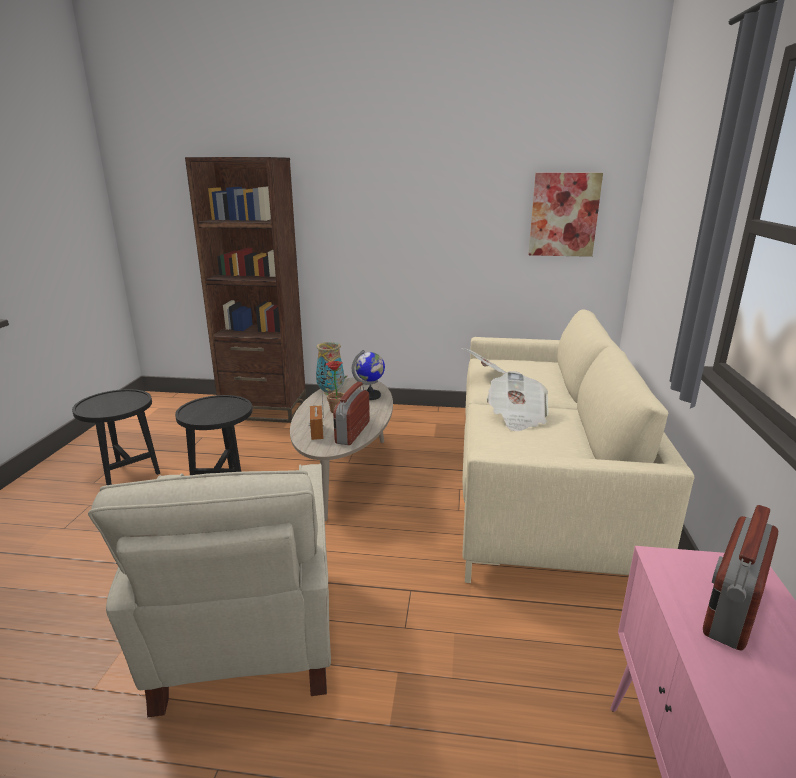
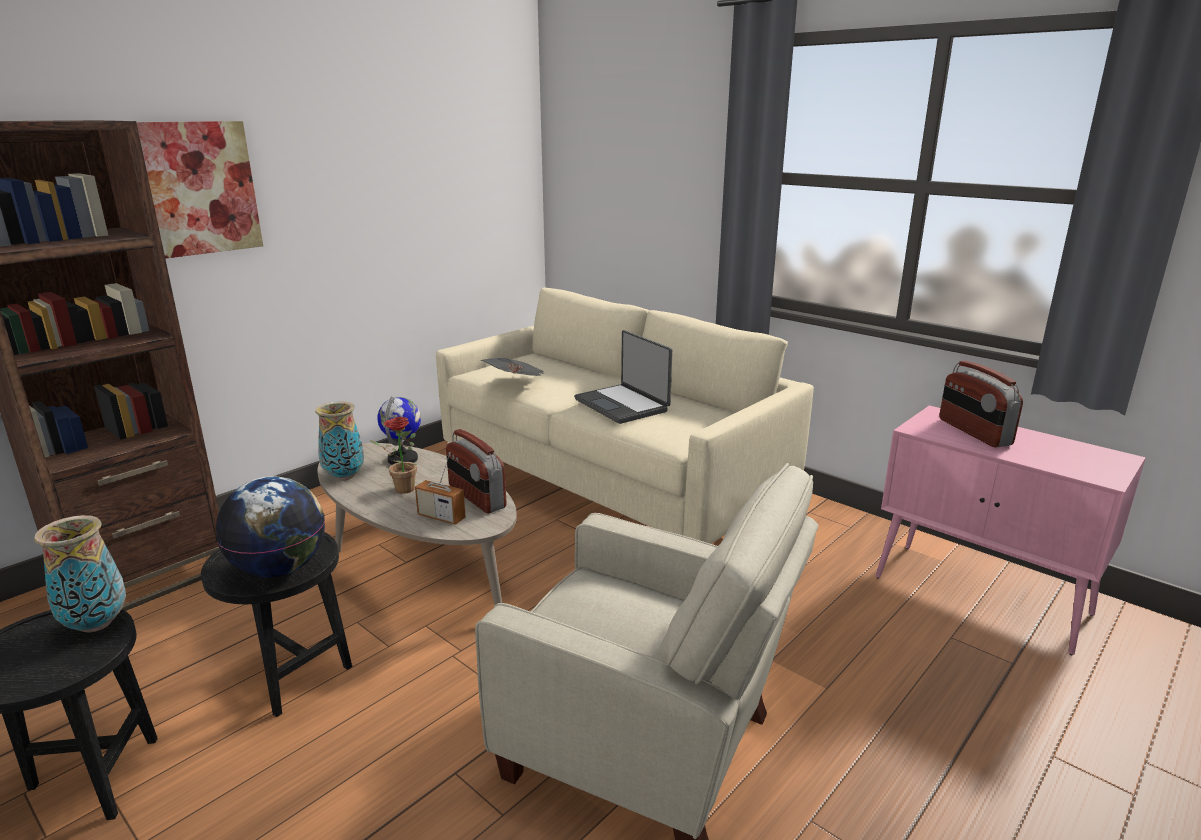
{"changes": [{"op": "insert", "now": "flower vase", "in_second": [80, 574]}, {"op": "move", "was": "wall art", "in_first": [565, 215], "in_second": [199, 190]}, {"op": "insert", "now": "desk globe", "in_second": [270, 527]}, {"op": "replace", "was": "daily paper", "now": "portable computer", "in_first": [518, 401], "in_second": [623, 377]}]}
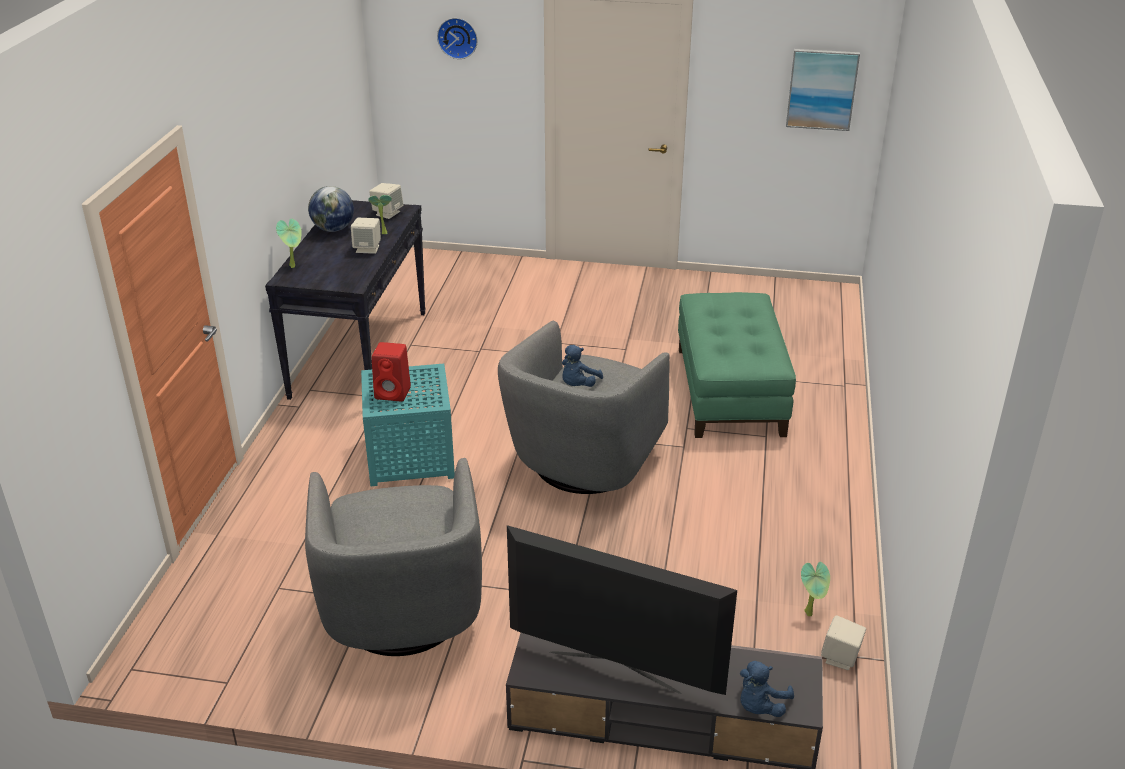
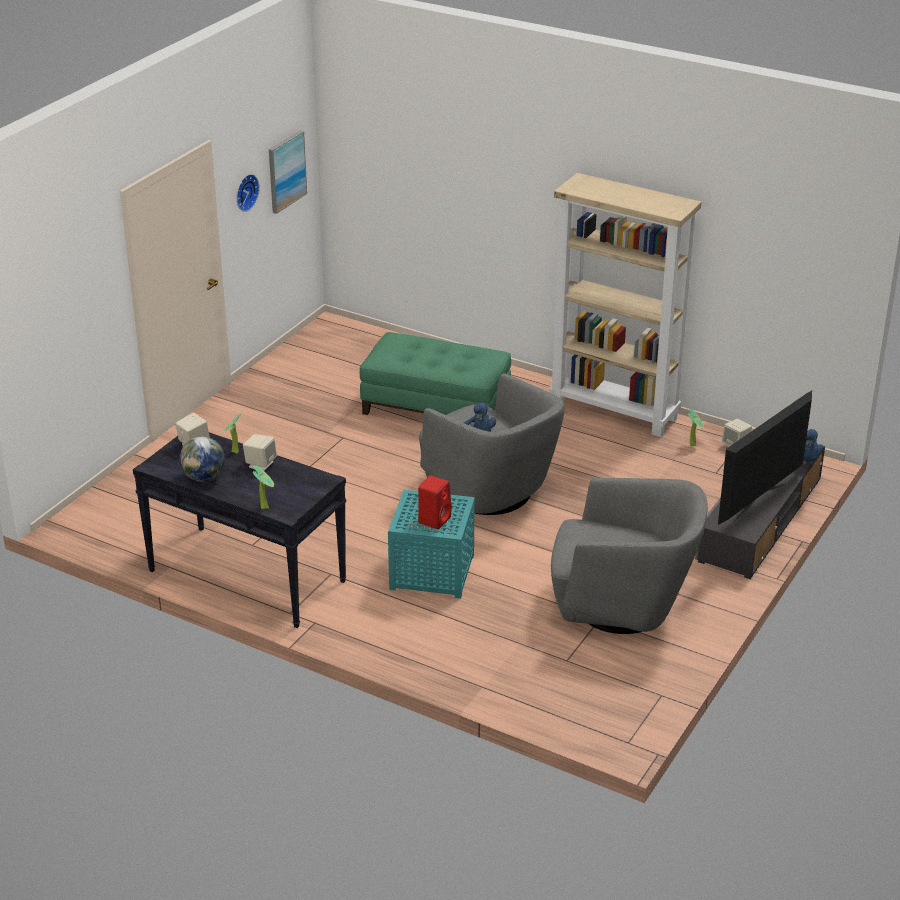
{"changes": [{"op": "move", "was": "clock on the wall", "in_first": [457, 38], "in_second": [248, 193]}, {"op": "insert", "now": "sand-coloured bookshelf", "in_second": [625, 305]}]}
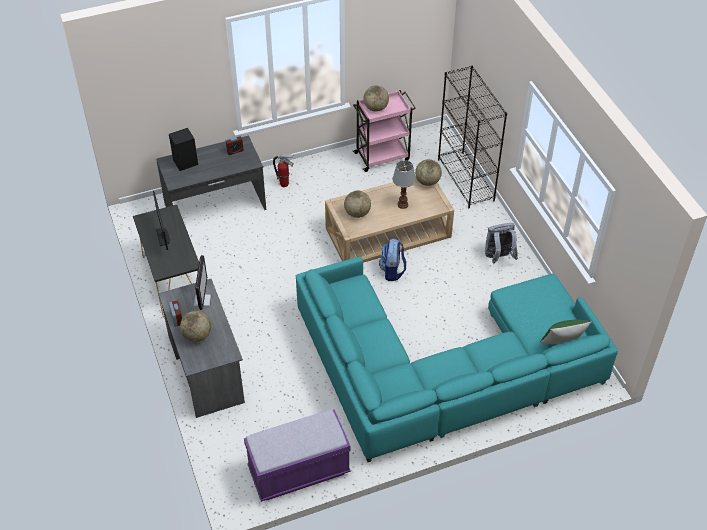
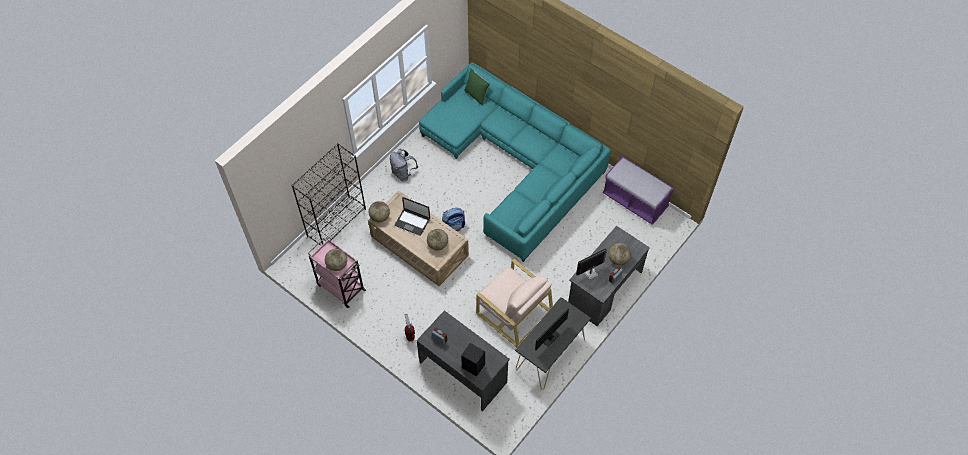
{"changes": [{"op": "replace", "was": "table lamp", "now": "portable computer", "in_first": [404, 184], "in_second": [412, 216]}, {"op": "insert", "now": "sand-coloured easy chair", "in_second": [514, 303]}]}
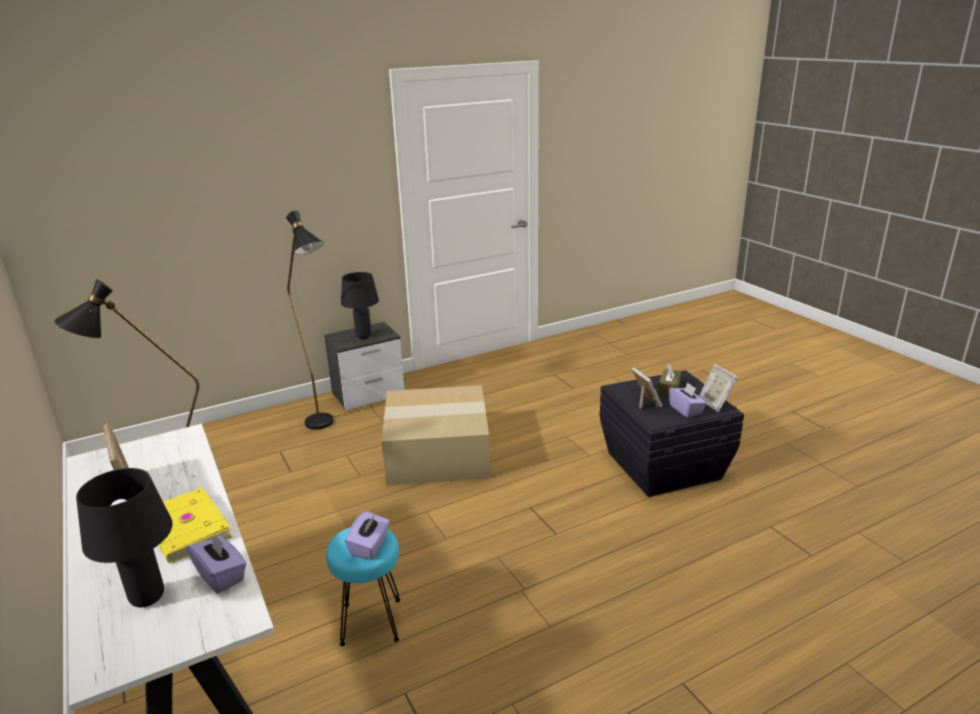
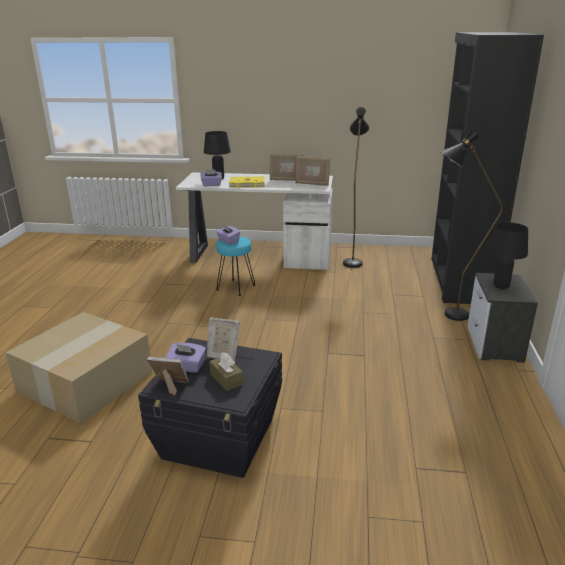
{"changes": [{"op": "move", "was": "cardboard box", "in_first": [435, 435], "in_second": [78, 367]}, {"op": "insert", "now": "photo frame", "in_second": [312, 171]}, {"op": "insert", "now": "black-coloured bookshelf", "in_second": [487, 168]}]}
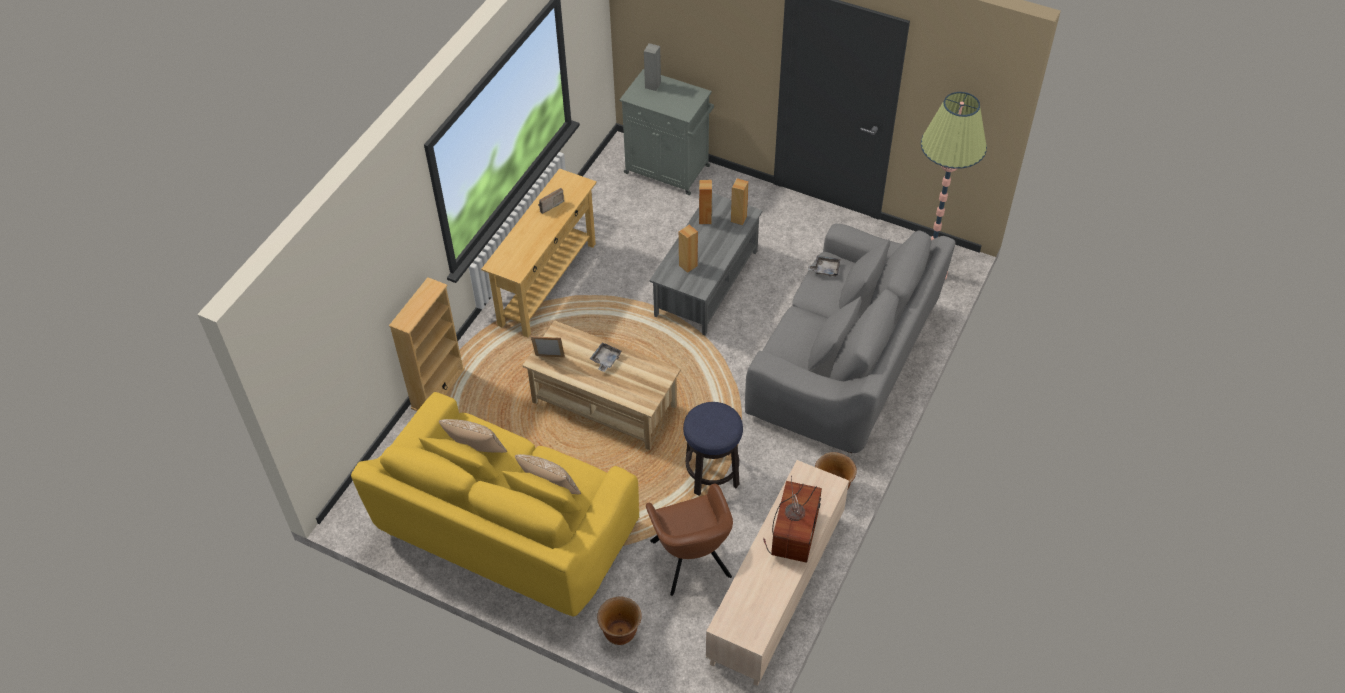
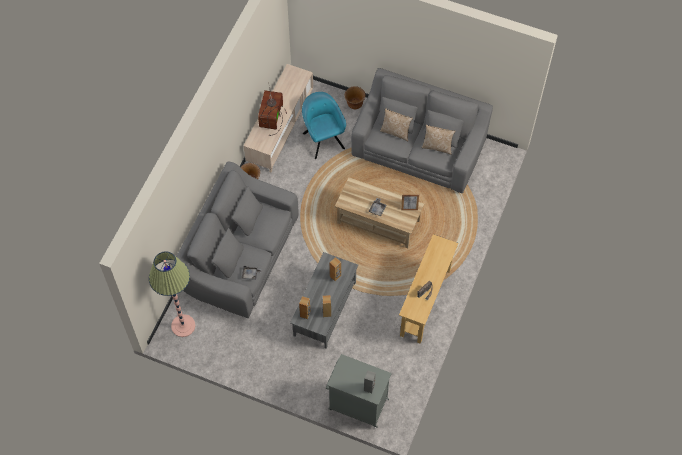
{"changes": [{"op": "recolor", "was": "brownish easy chair", "now": "turquoise-coloured easy chair", "in_first": [689, 540], "in_second": [324, 125]}, {"op": "recolor", "was": "yellowish sofa", "now": "grey sofa", "in_first": [495, 504], "in_second": [422, 130]}, {"op": "delete", "was": "sand-coloured bookshelf", "in_first": [427, 344]}, {"op": "delete", "was": "sitting stool", "in_first": [713, 449]}]}
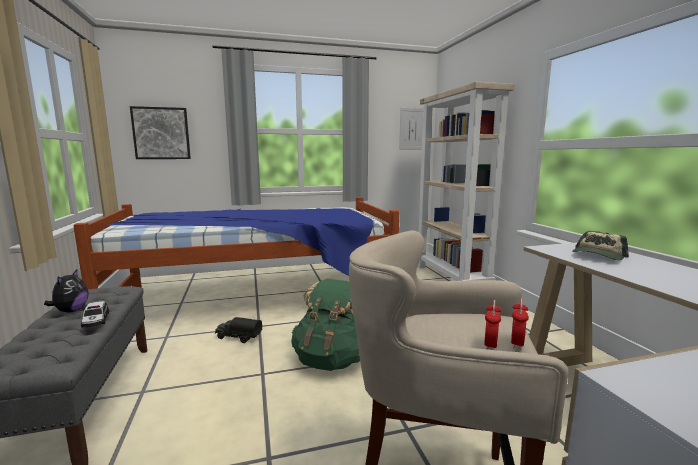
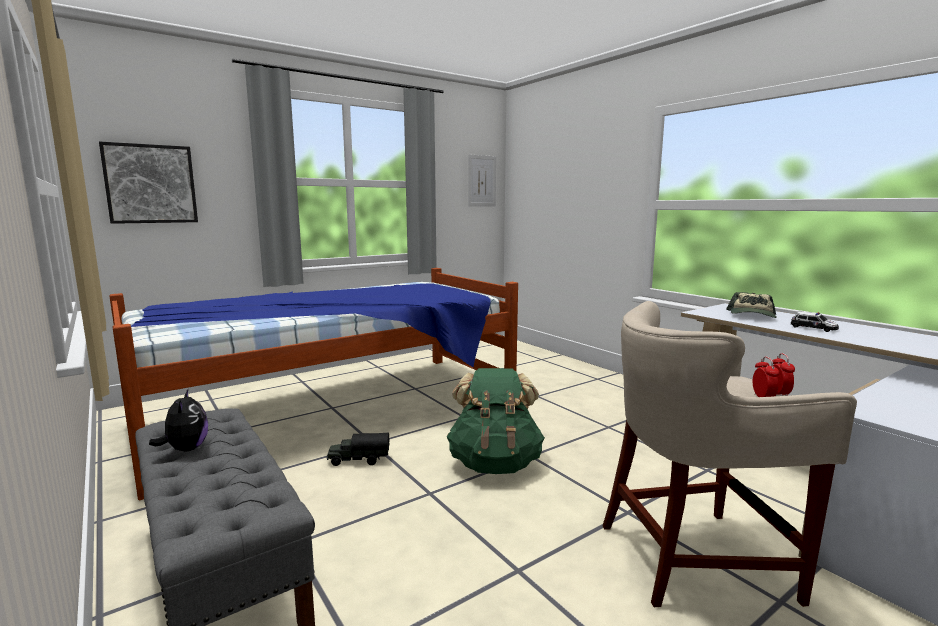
{"changes": [{"op": "move", "was": "miniature car", "in_first": [95, 314], "in_second": [815, 321]}, {"op": "delete", "was": "sand-coloured bookshelf", "in_first": [466, 181]}]}
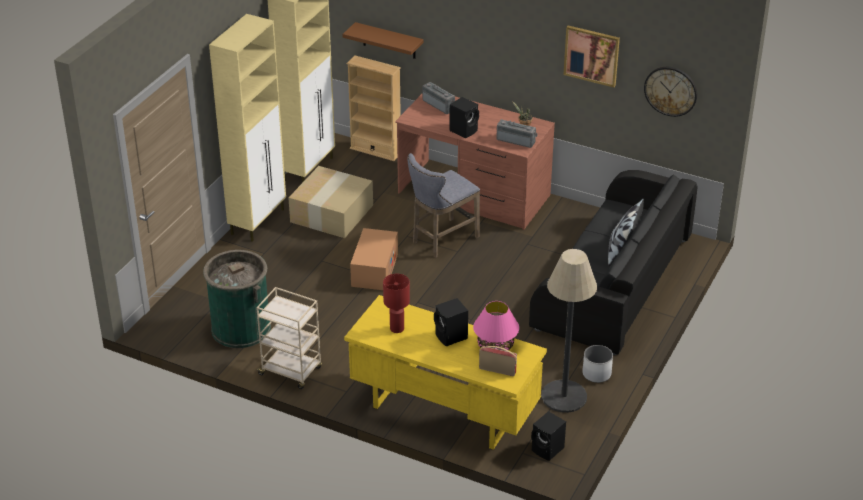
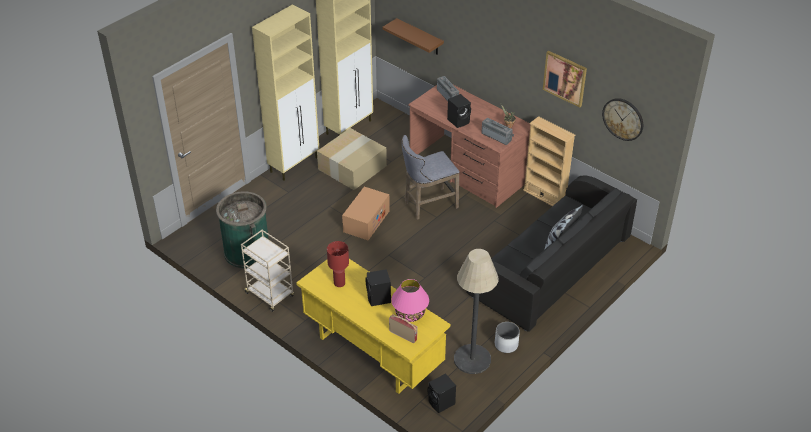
{"changes": [{"op": "move", "was": "sand-coloured bookshelf", "in_first": [373, 108], "in_second": [549, 161]}]}
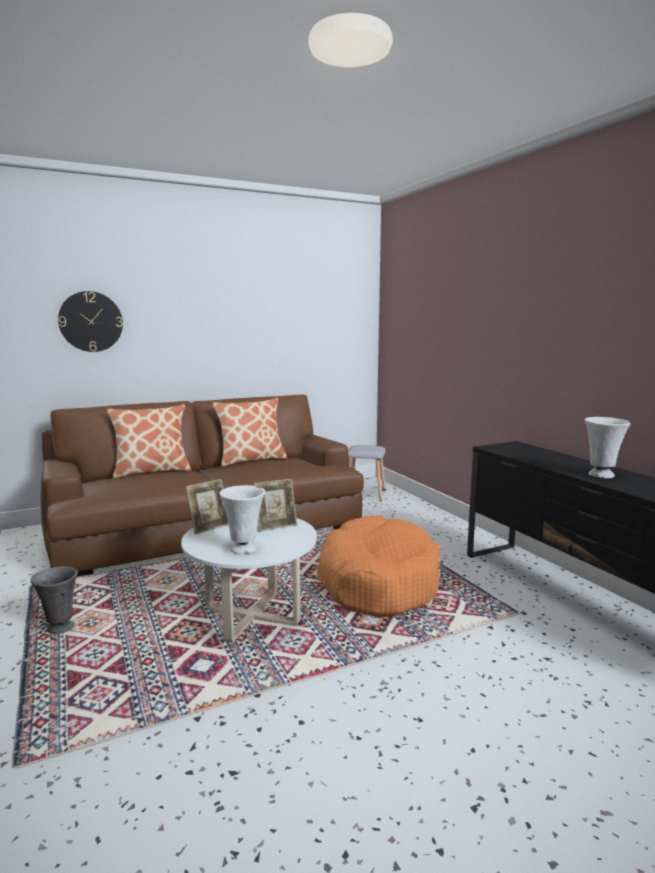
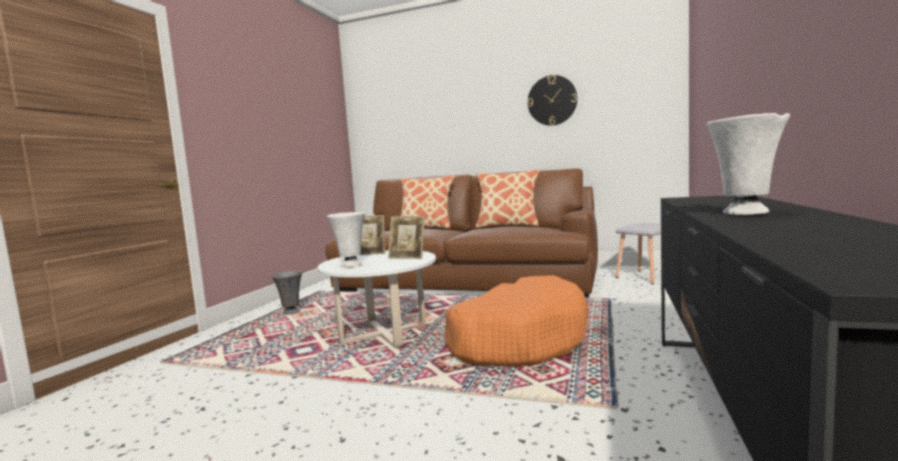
{"changes": [{"op": "move", "was": "clock on the wall", "in_first": [90, 321], "in_second": [552, 100]}]}
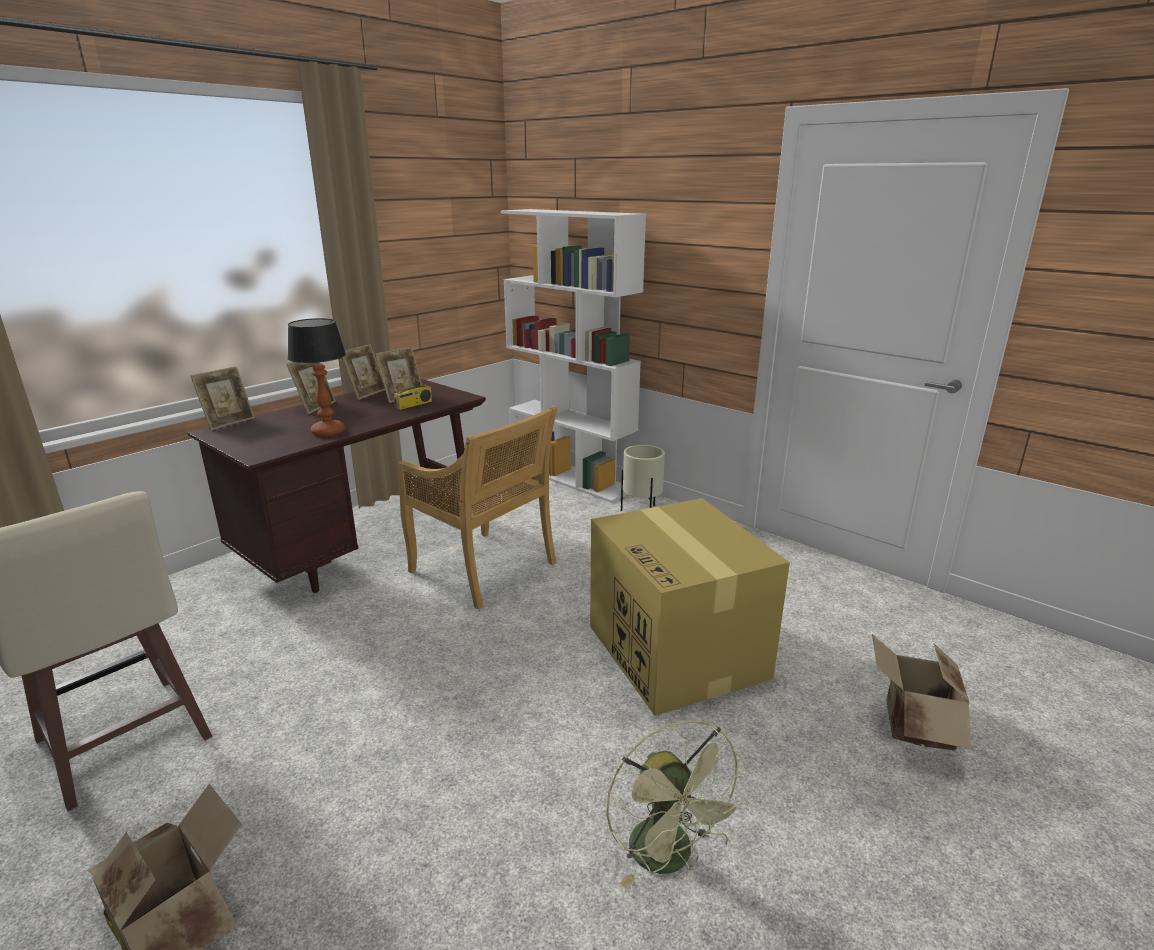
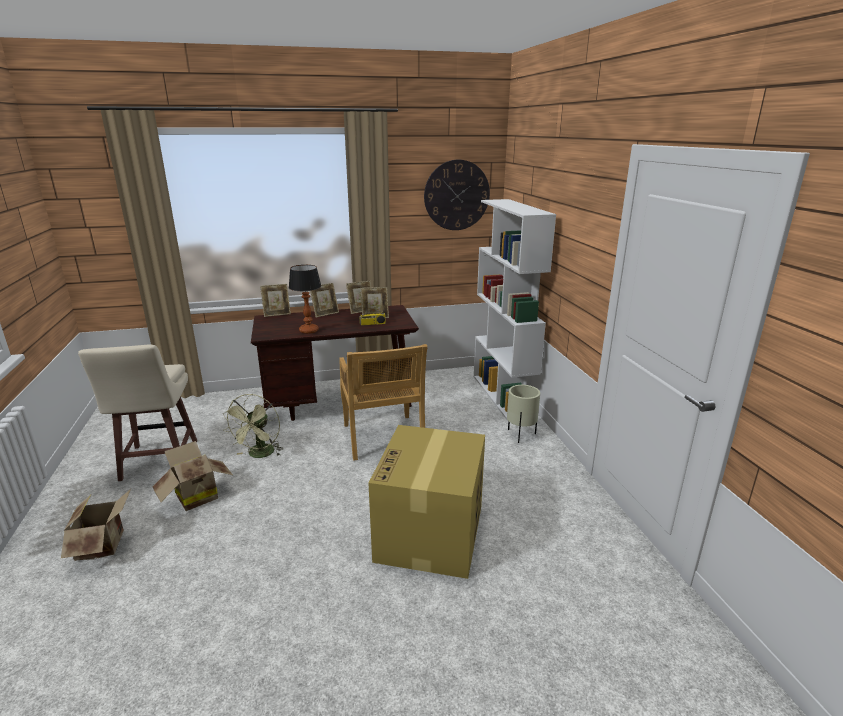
{"changes": [{"op": "move", "was": "cardboard box", "in_first": [921, 692], "in_second": [193, 476]}, {"op": "move", "was": "green-coloured electric fan", "in_first": [677, 804], "in_second": [253, 426]}, {"op": "insert", "now": "clock on the wall", "in_second": [457, 195]}]}
